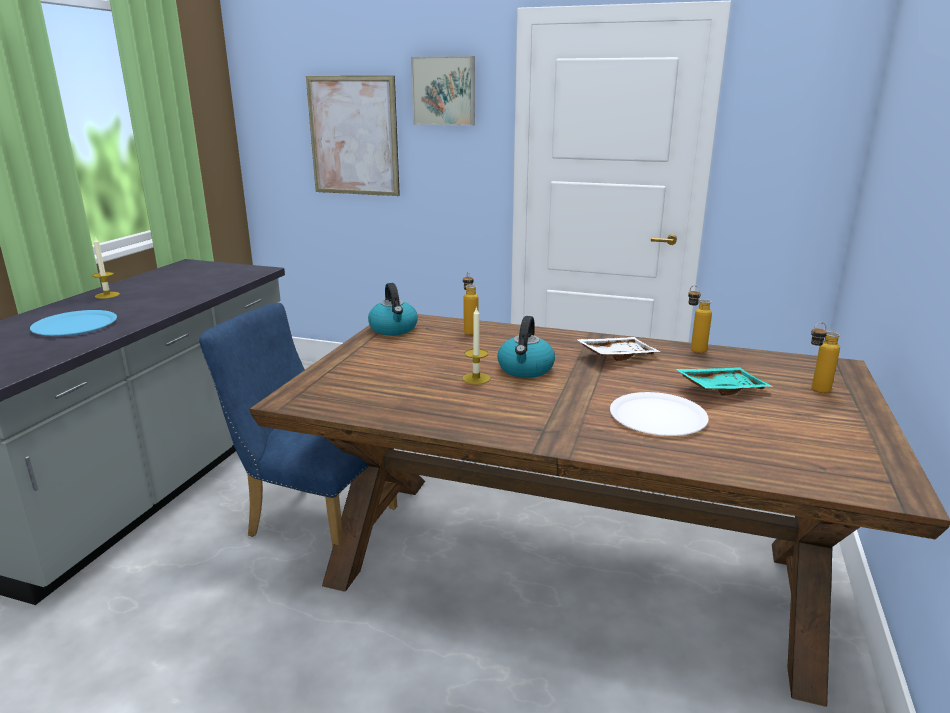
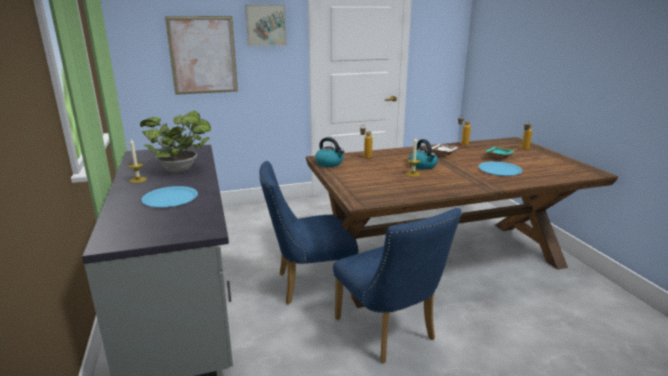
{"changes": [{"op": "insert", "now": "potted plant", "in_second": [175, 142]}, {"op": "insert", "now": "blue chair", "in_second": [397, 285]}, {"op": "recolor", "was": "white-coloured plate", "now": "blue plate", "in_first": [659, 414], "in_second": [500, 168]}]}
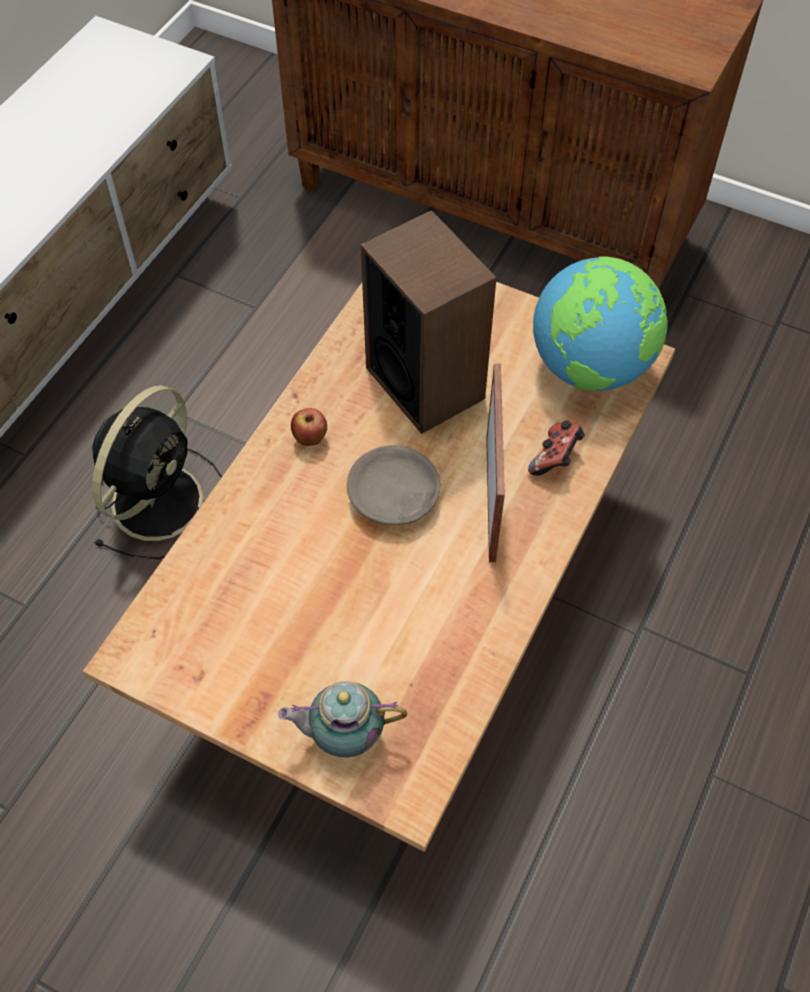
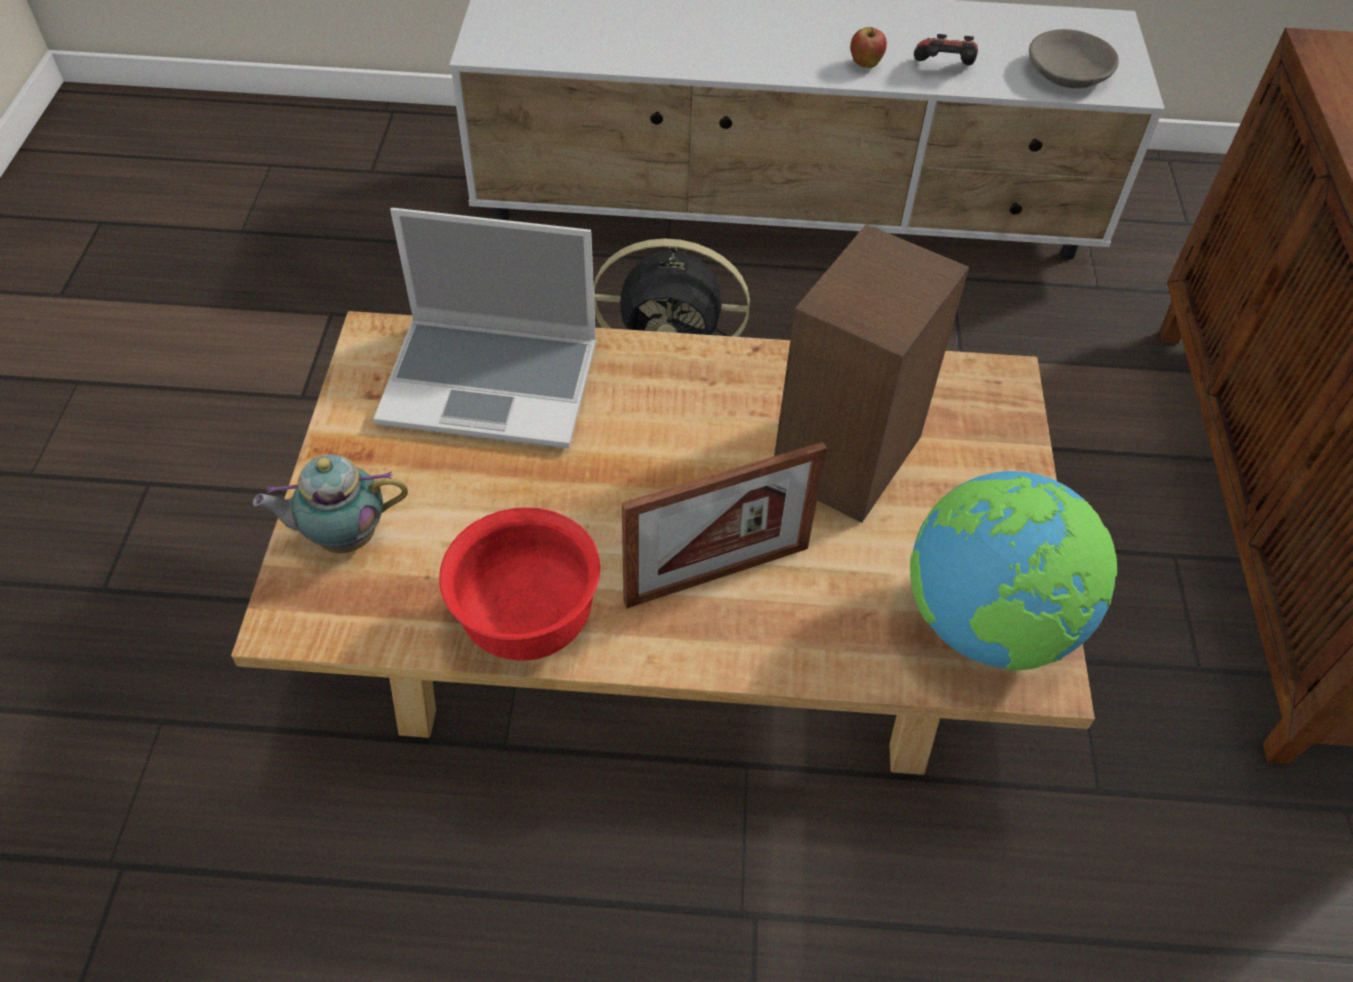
{"changes": [{"op": "rotate", "was": "pot for tea", "in_first": [342, 719], "in_second": [330, 503], "clockwise": -75}, {"op": "insert", "now": "portable computer", "in_second": [485, 328]}, {"op": "insert", "now": "red serving bowl", "in_second": [519, 584]}, {"op": "move", "was": "whole apple", "in_first": [309, 427], "in_second": [868, 47]}, {"op": "move", "was": "game controller", "in_first": [556, 448], "in_second": [946, 49]}, {"op": "move", "was": "grey serving bowl", "in_first": [393, 485], "in_second": [1074, 58]}]}
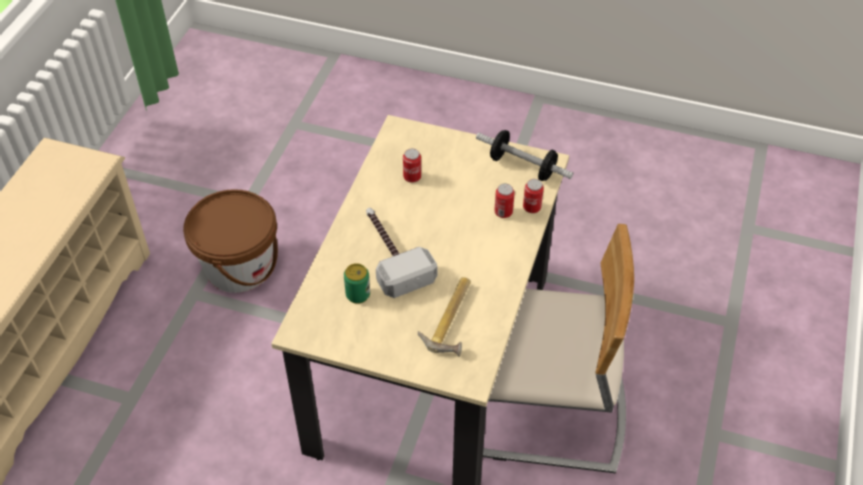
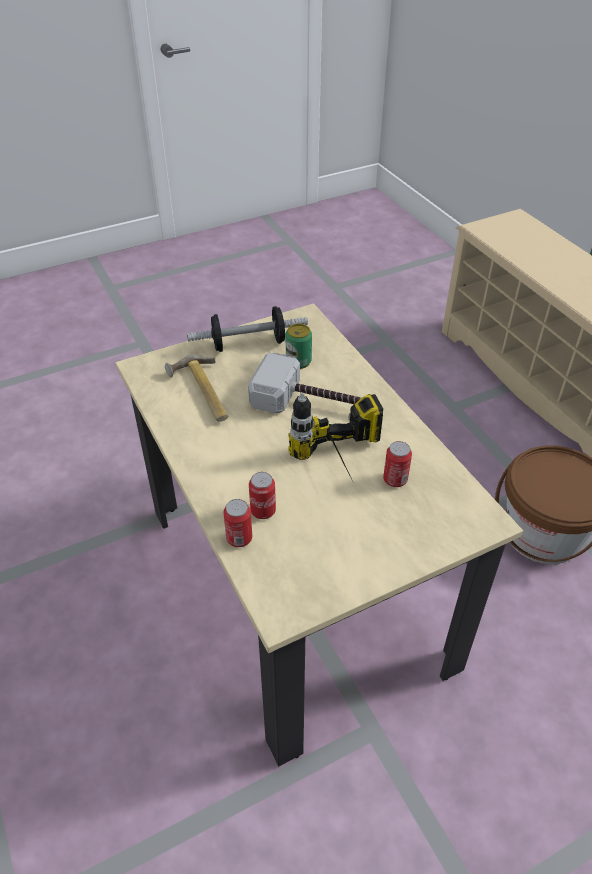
{"changes": [{"op": "move", "was": "dumbbell", "in_first": [524, 155], "in_second": [247, 329]}, {"op": "insert", "now": "electric drill", "in_second": [336, 436]}, {"op": "delete", "was": "sand-coloured chair", "in_first": [558, 348]}]}
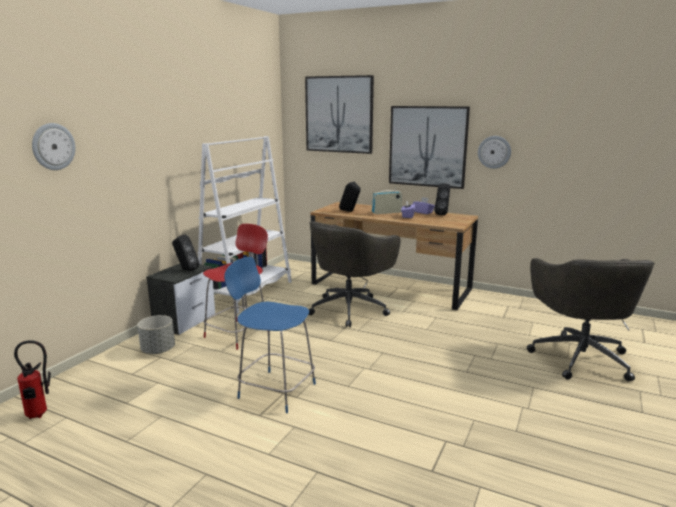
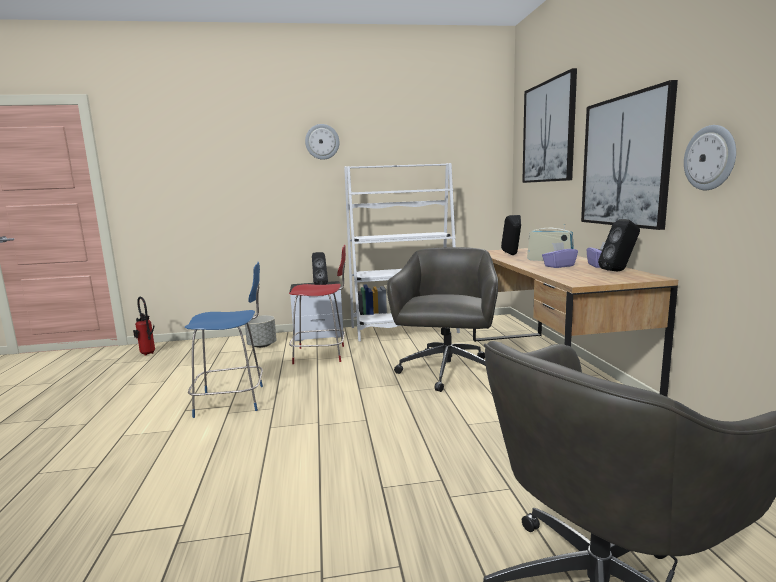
{"changes": [{"op": "rotate", "was": "blue chair", "in_first": [270, 335], "in_second": [224, 340], "clockwise": 90}, {"op": "move", "was": "clock on the wall", "in_first": [54, 146], "in_second": [322, 142]}, {"op": "rotate", "was": "grey desk chair", "in_first": [354, 274], "in_second": [442, 319], "clockwise": 105}]}
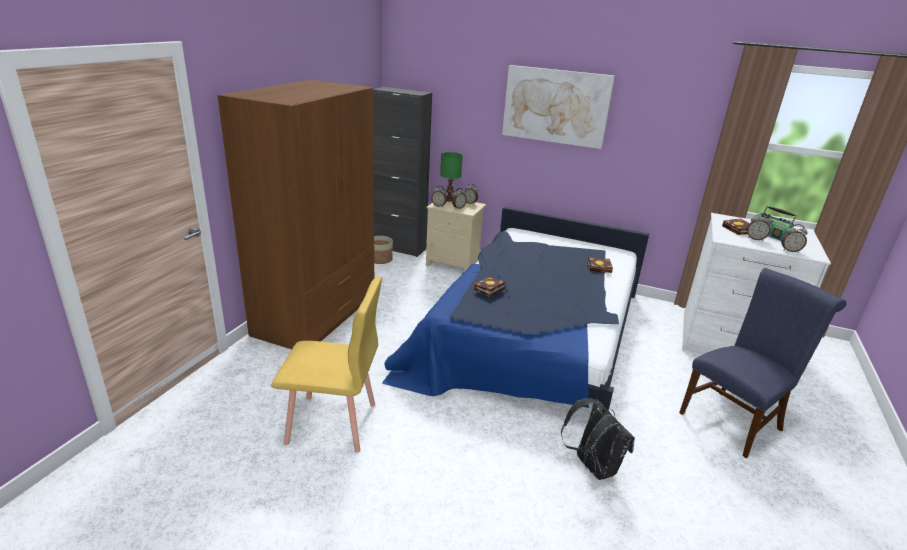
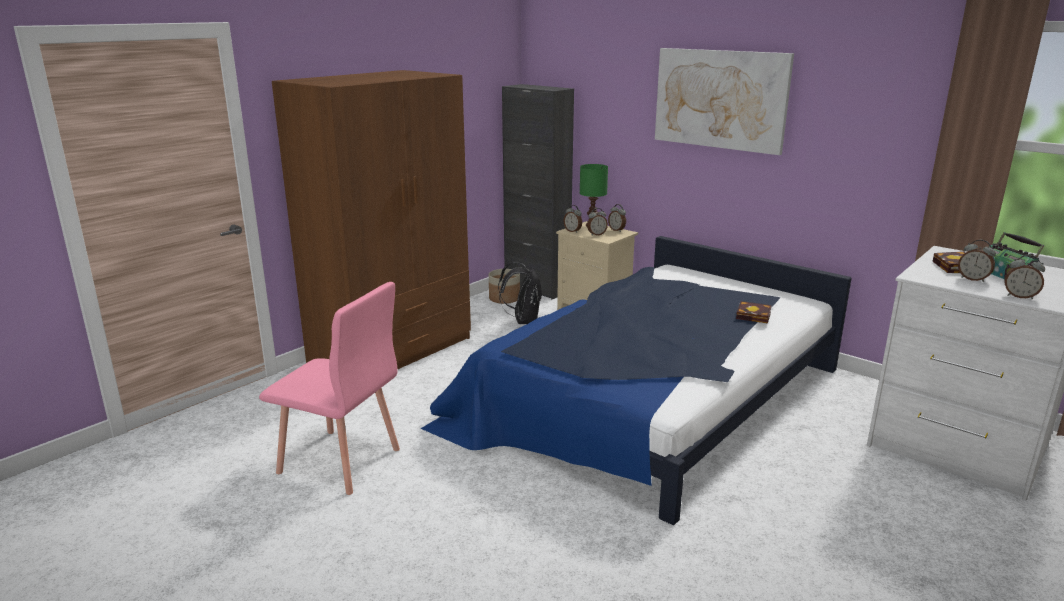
{"changes": [{"op": "recolor", "was": "yellowish chair", "now": "pink-coloured chair", "in_first": [326, 364], "in_second": [329, 388]}, {"op": "move", "was": "black-coloured knapsack", "in_first": [598, 439], "in_second": [520, 292]}, {"op": "delete", "was": "volume", "in_first": [489, 287]}, {"op": "delete", "was": "blue chair", "in_first": [763, 363]}]}
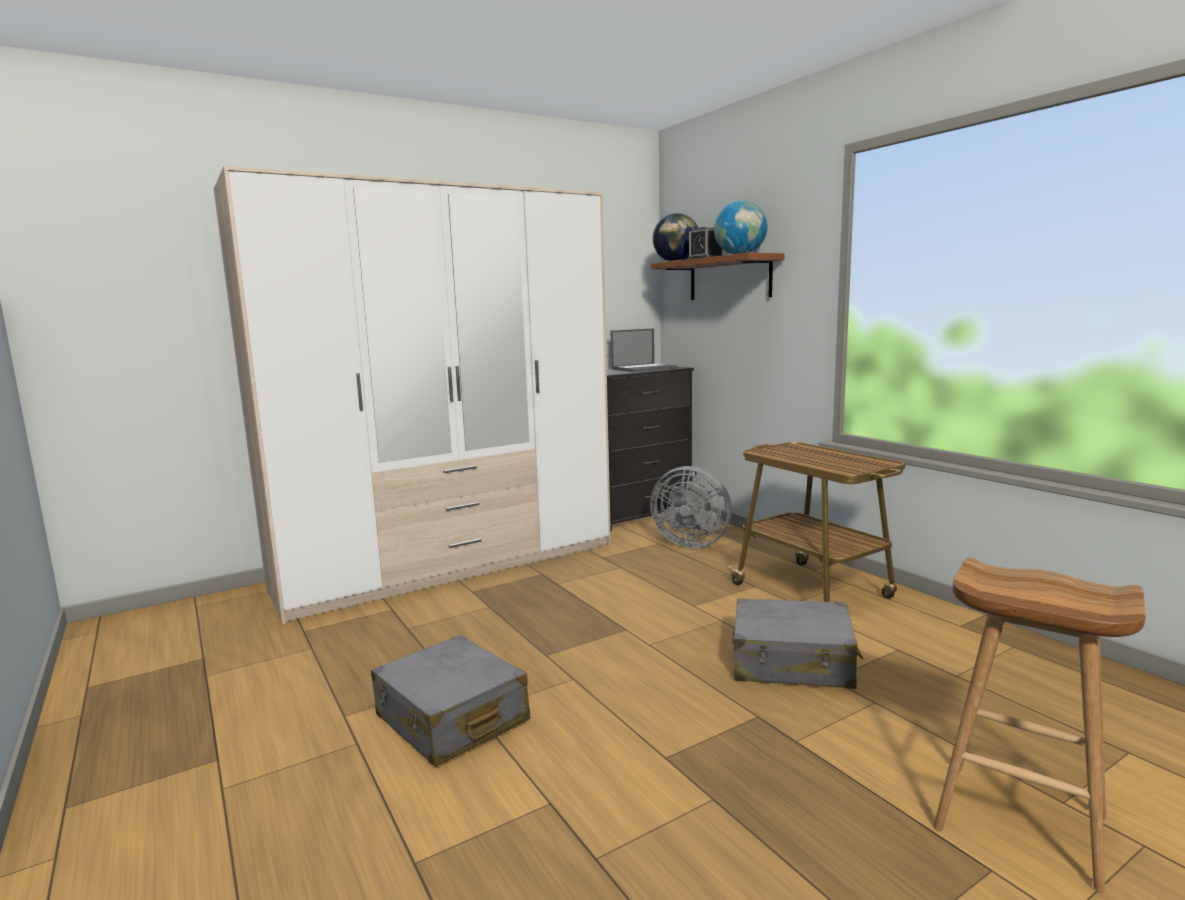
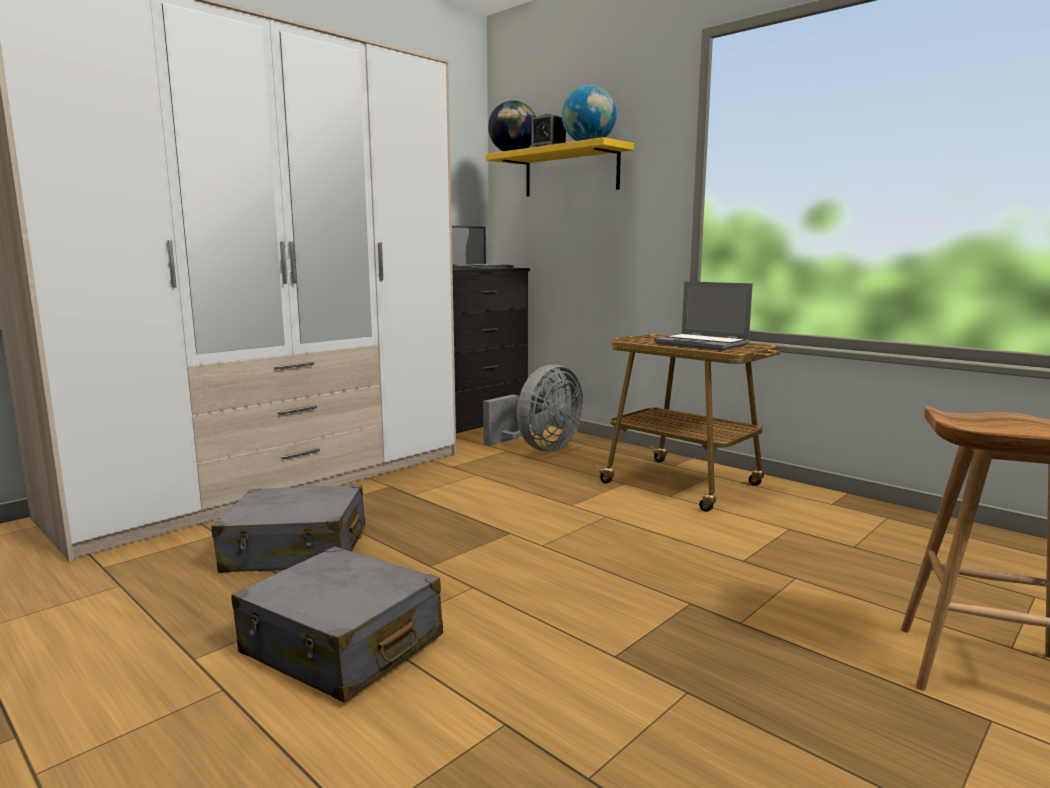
{"changes": [{"op": "move", "was": "grey suitcase", "in_first": [797, 643], "in_second": [288, 529]}, {"op": "rotate", "was": "grey electric fan", "in_first": [691, 507], "in_second": [533, 407], "clockwise": -60}, {"op": "recolor", "was": "brownish shelf", "now": "yellowish shelf", "in_first": [718, 276], "in_second": [560, 167]}, {"op": "insert", "now": "portable computer", "in_second": [703, 316]}]}
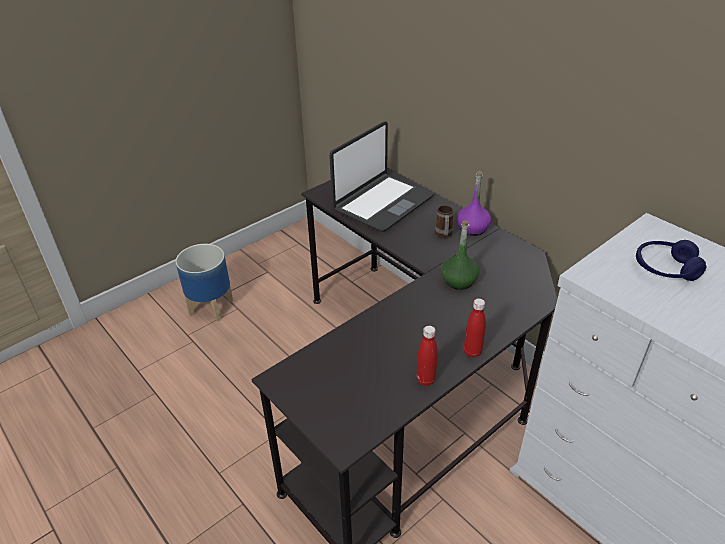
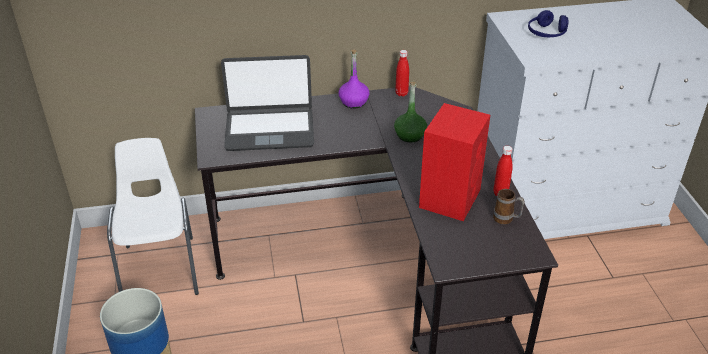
{"changes": [{"op": "insert", "now": "white-coloured chair", "in_second": [153, 216]}, {"op": "rotate", "was": "portable computer", "in_first": [381, 176], "in_second": [267, 103], "clockwise": 105}, {"op": "move", "was": "red drink bottle", "in_first": [475, 328], "in_second": [402, 73]}, {"op": "insert", "now": "red audio speaker", "in_second": [454, 162]}, {"op": "move", "was": "coffee mug", "in_first": [444, 222], "in_second": [509, 206]}]}
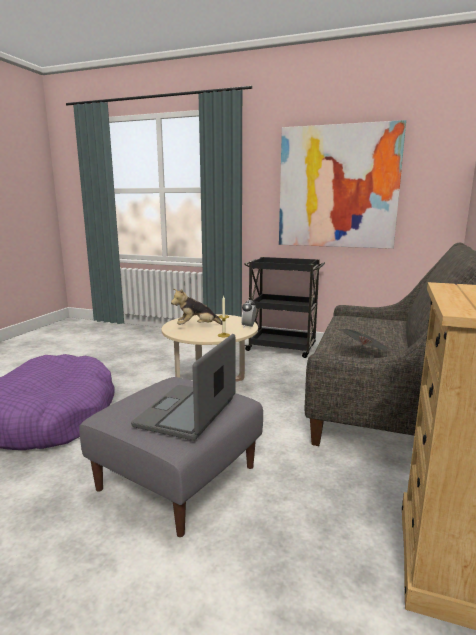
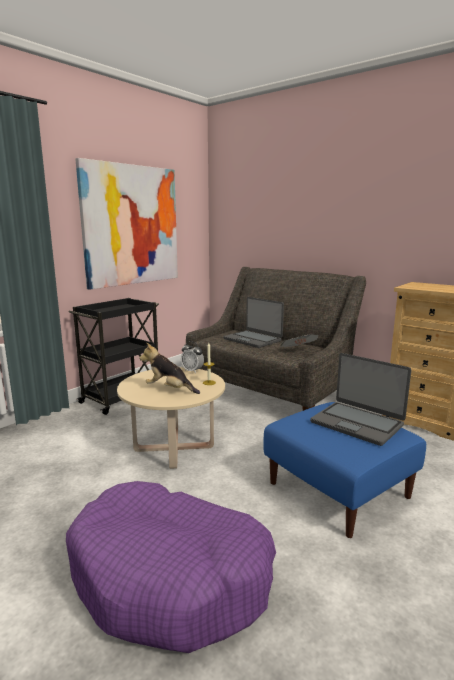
{"changes": [{"op": "rotate", "was": "plush toy", "in_first": [196, 307], "in_second": [170, 368], "clockwise": 105}, {"op": "insert", "now": "portable computer", "in_second": [253, 322]}, {"op": "recolor", "was": "grey footrest", "now": "blue footrest", "in_first": [171, 457], "in_second": [344, 470]}]}
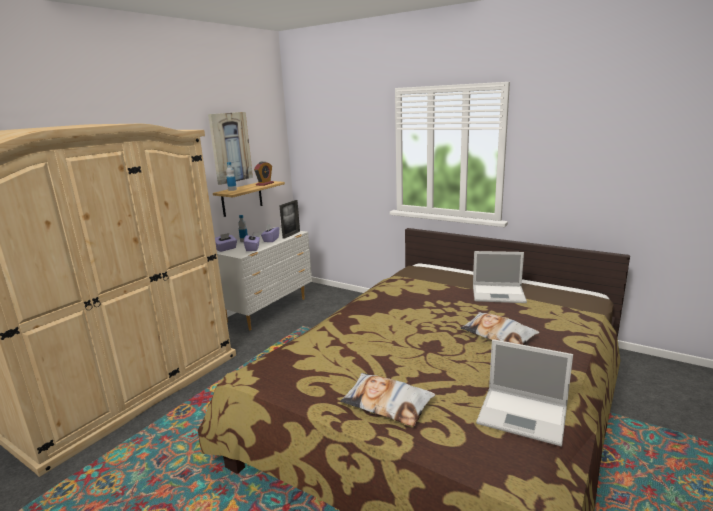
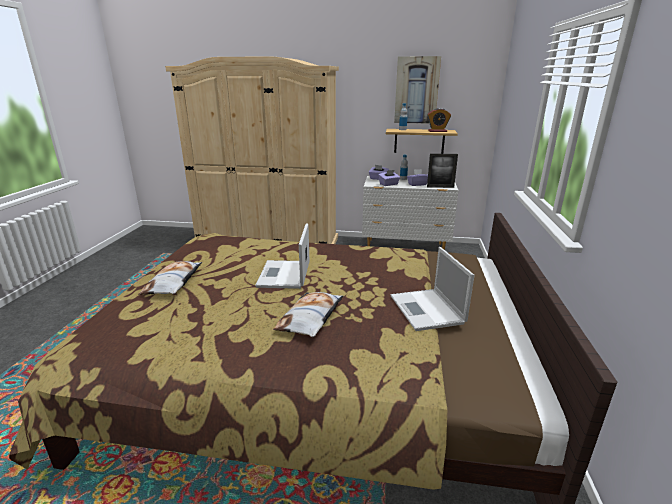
{"changes": [{"op": "move", "was": "portable computer", "in_first": [524, 393], "in_second": [282, 256]}]}
